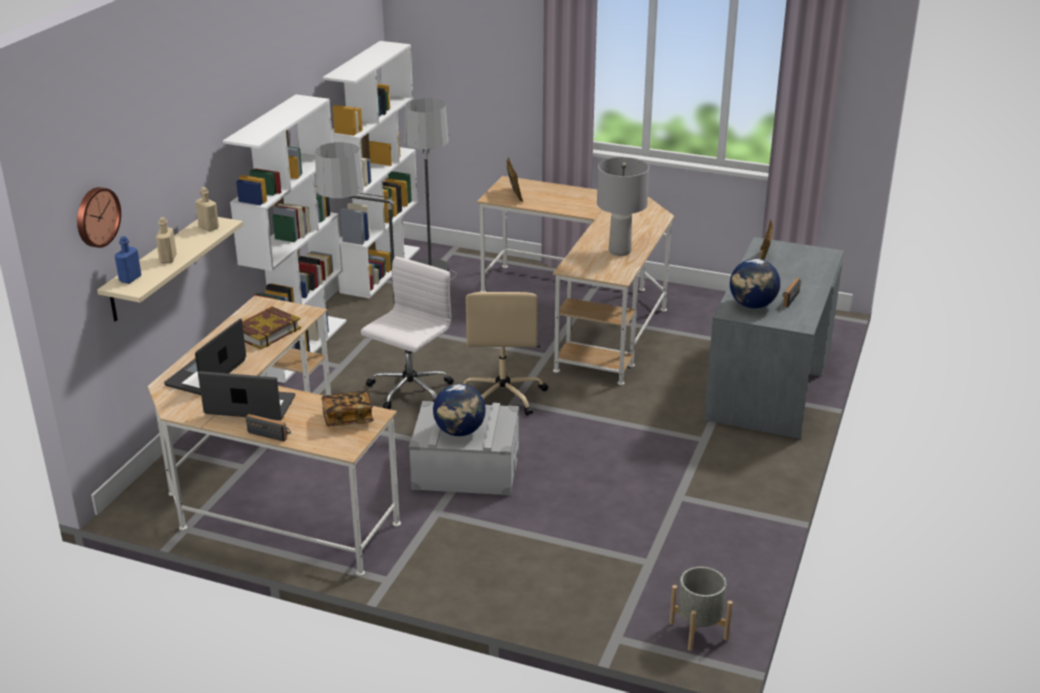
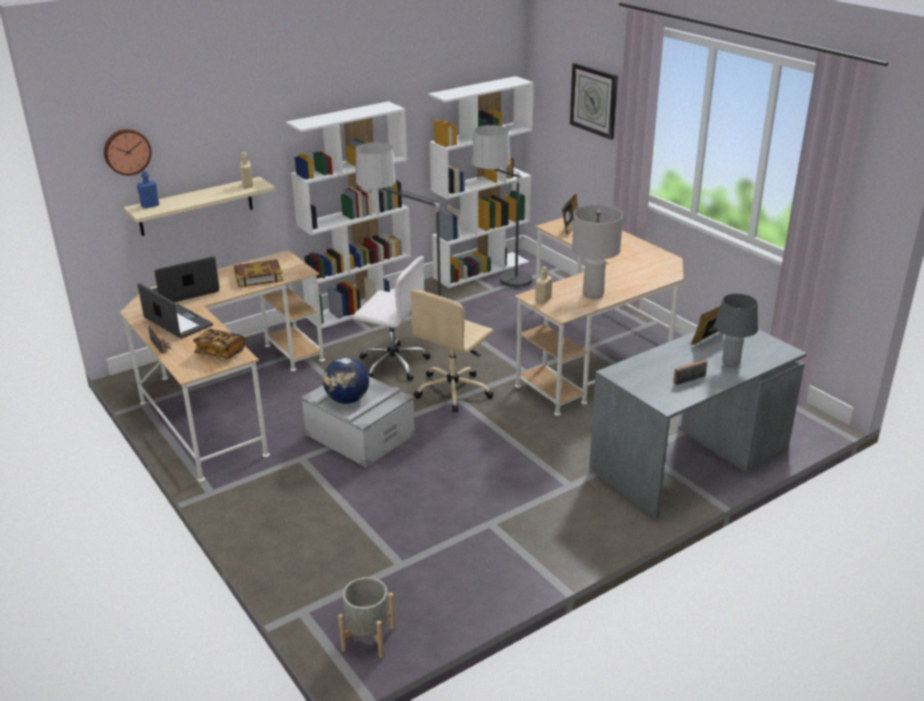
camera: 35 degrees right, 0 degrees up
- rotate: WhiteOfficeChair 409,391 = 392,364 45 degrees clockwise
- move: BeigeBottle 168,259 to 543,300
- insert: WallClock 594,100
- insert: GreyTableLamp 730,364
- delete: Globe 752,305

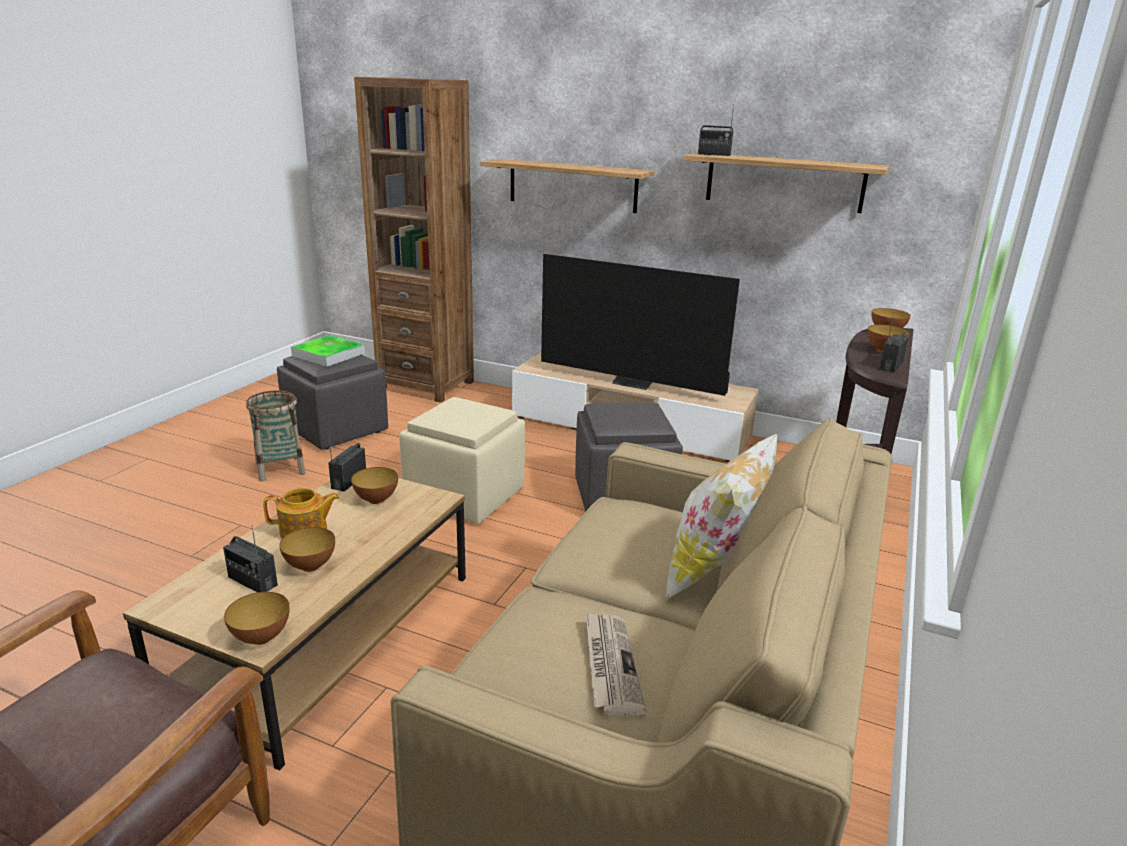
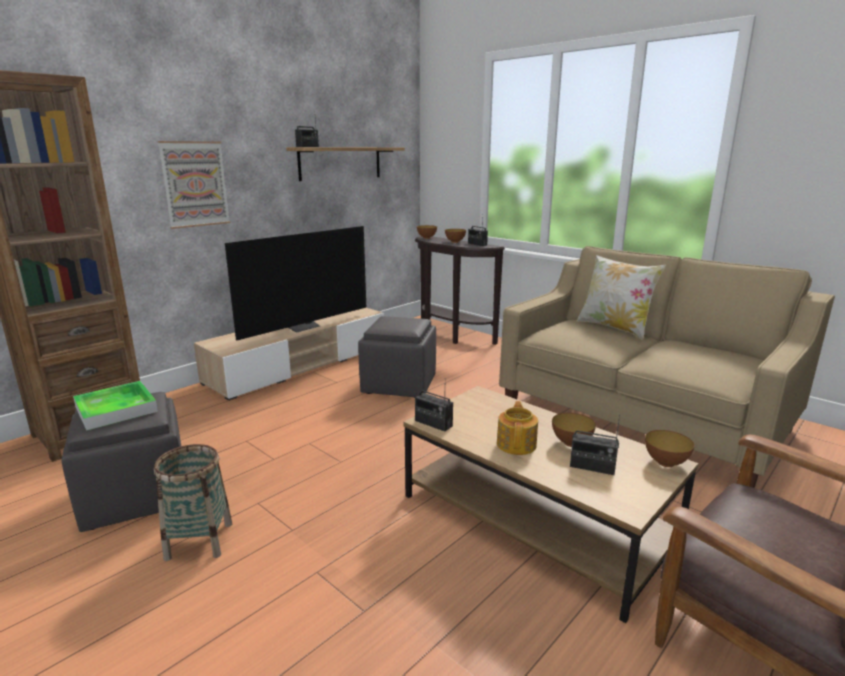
camera: 70 degrees left, 5 degrees down
- replace: Shelf 572,185 to Picture 195,184
- rotate: Radio 252,581 = 592,467 60 degrees clockwise
- delete: Bowl 376,500
- delete: BeigeOttoman 466,496
- delete: Newspaper 610,664

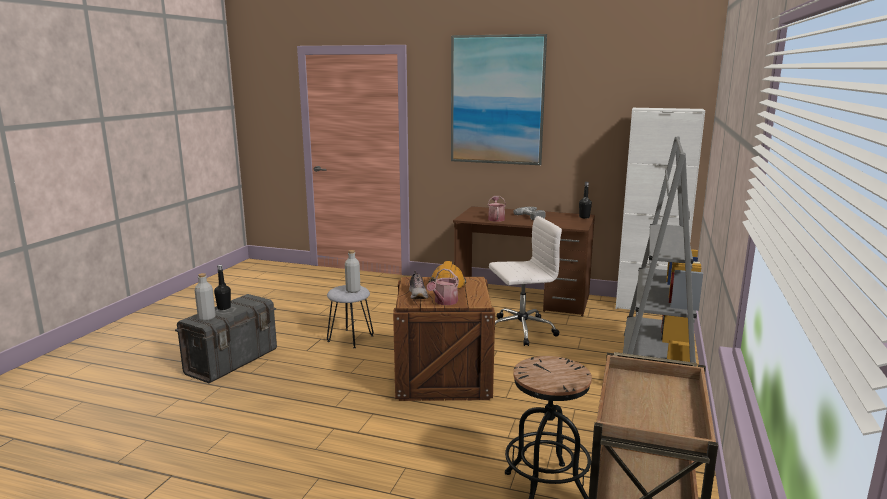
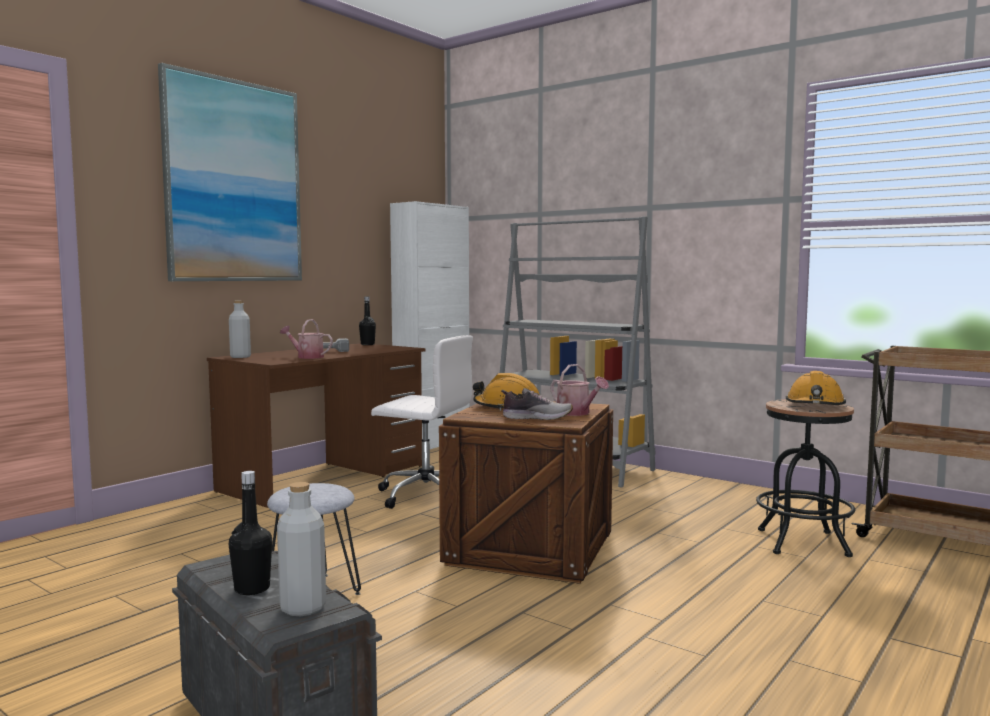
camera: 70 degrees left, 10 degrees down
- move: GreyBottle 353,290 to 240,357
- rotate: WhiteOfficeChair 520,330 = 424,494 105 degrees clockwise
- insert: OrangeHardHat 815,406

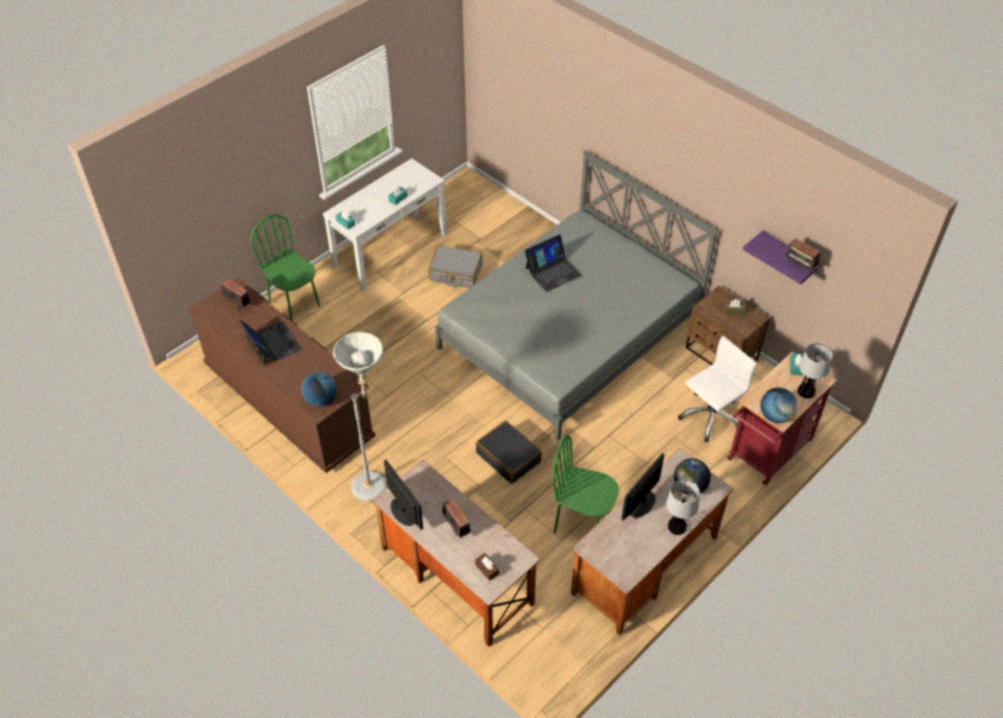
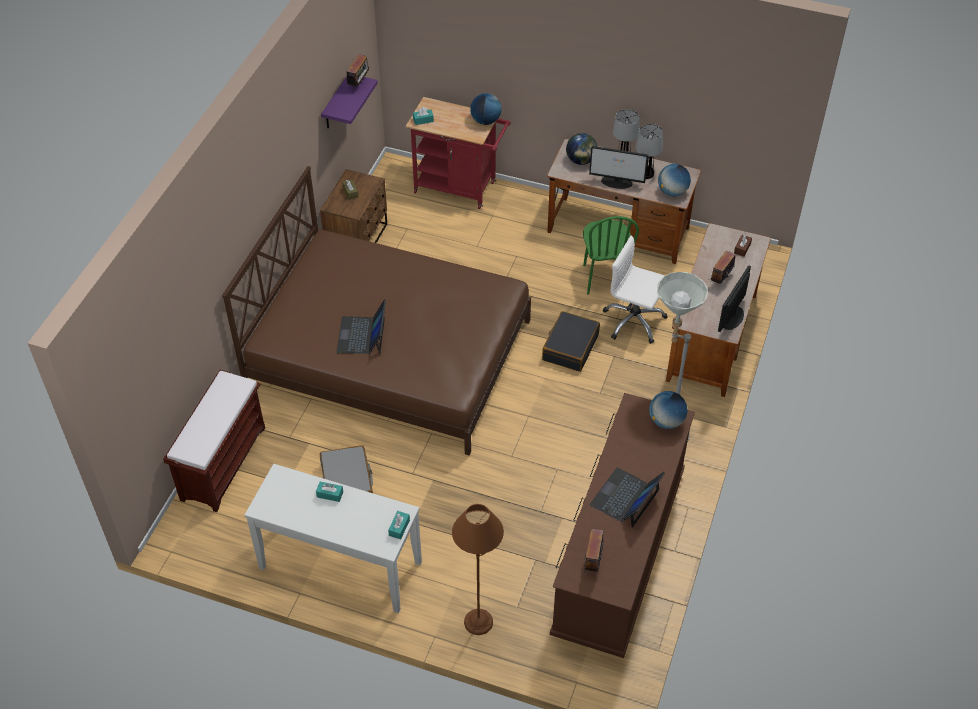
camera: 115 degrees left, 0 degrees up
- insert: BrownBench 223,462
- recolor: GreyBed 568,333 to BrownBed 390,355
- rotate: Laptop 552,271 = 362,335 120 degrees counterclockwise
- replace: GreenChair 295,304 to BrownFloorLamp 478,622
- move: WhiteOfficeChair 710,416 to 633,321
- move: TableLamp 806,391 to 645,173
- insert: Globe 672,192

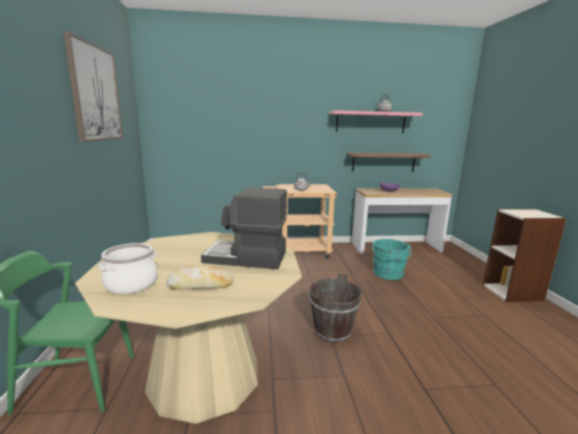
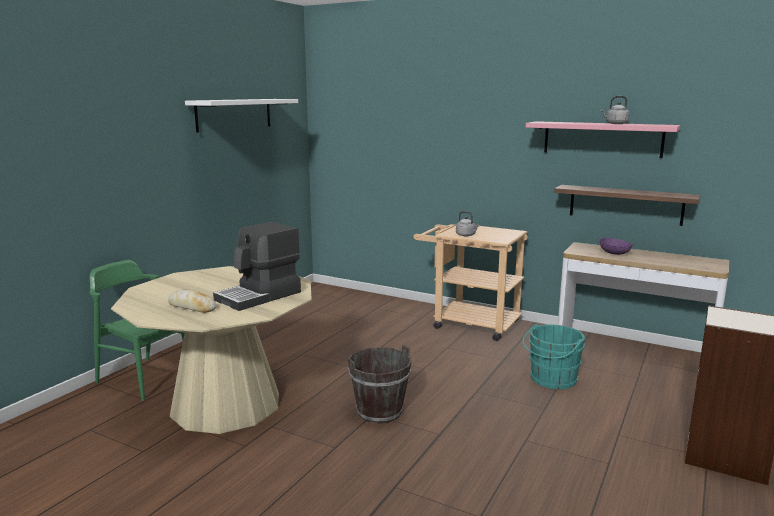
camera: 35 degrees right, 0 degrees up
- replace: Picture 95,93 to WhiteShelf 234,114
- rotate: CoffeeMachine 246,258 = 260,296 90 degrees counterclockwise
- delete: CookingPot 131,284

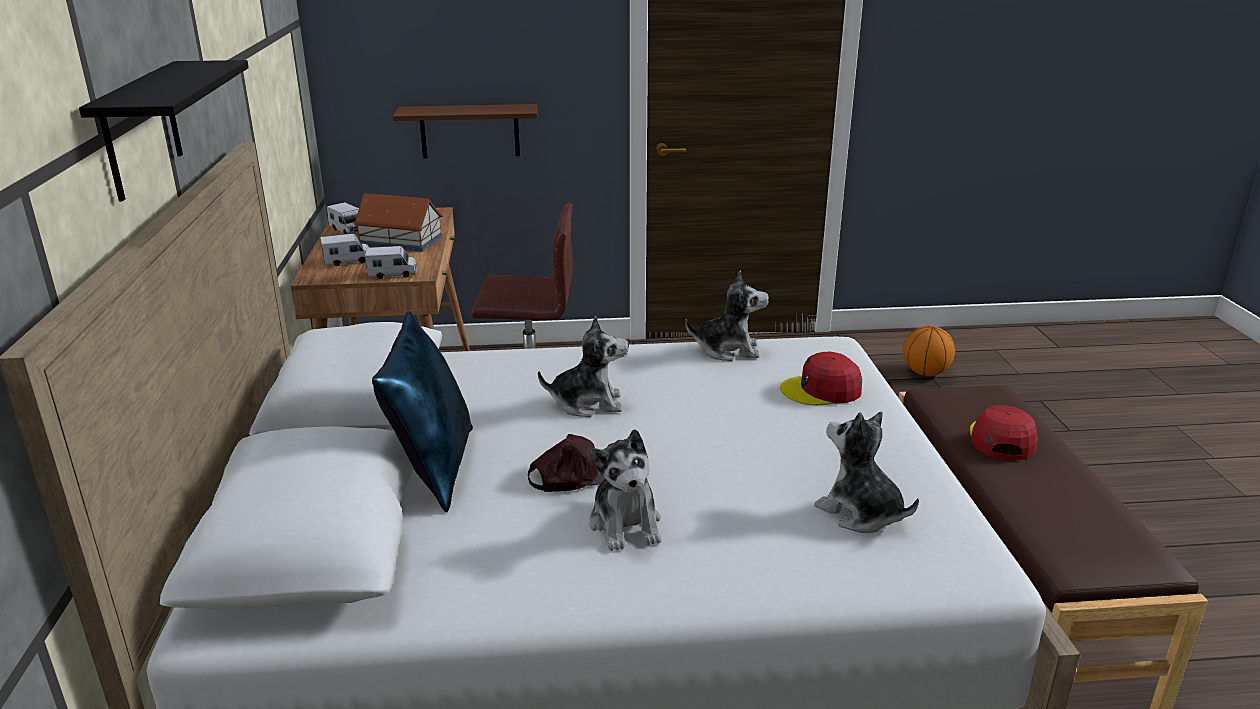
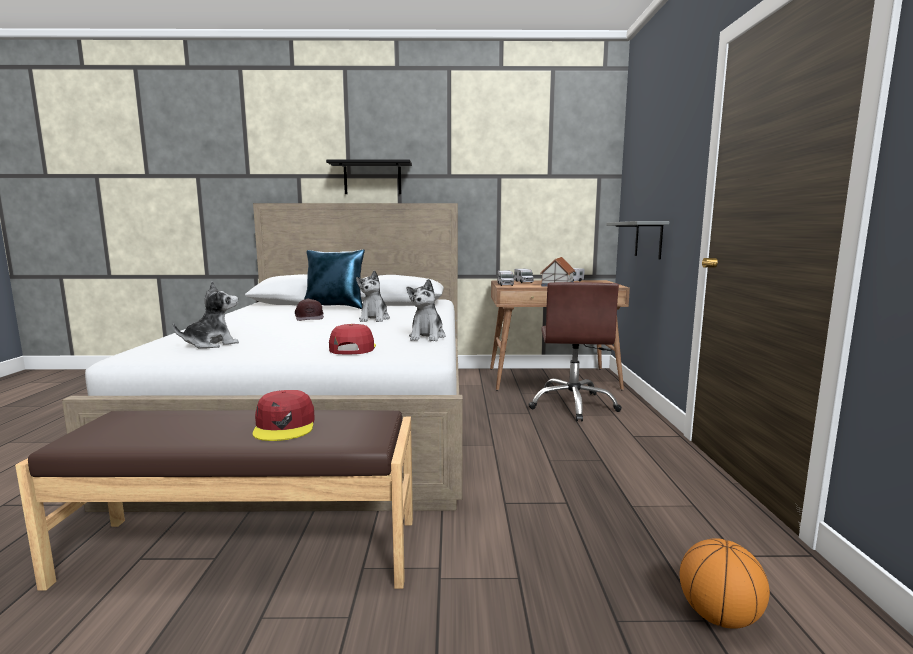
camera: 95 degrees right, 15 degrees down
- rotate: RedCap 1001,440 = 285,426 60 degrees clockwise
- recolor: BrownShelf 469,131 to GreyShelf 648,239
- delete: PlushToy 626,524

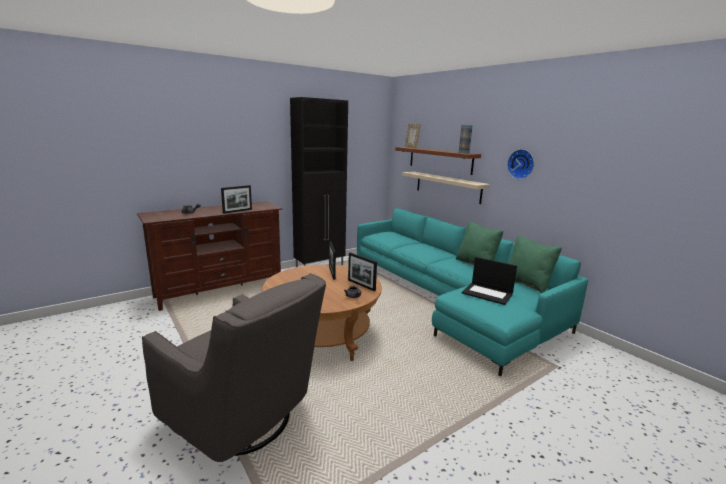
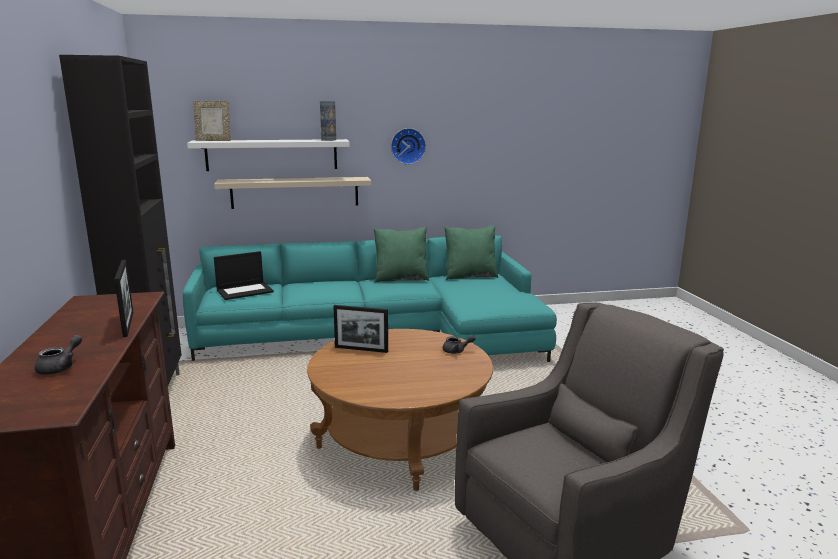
camera: 65 degrees left, 0 degrees up
- recolor: BrownShelf 439,160 to WhiteShelf 272,155
- move: Laptop 488,293 to 245,291
- delete: PictureFrame 361,285

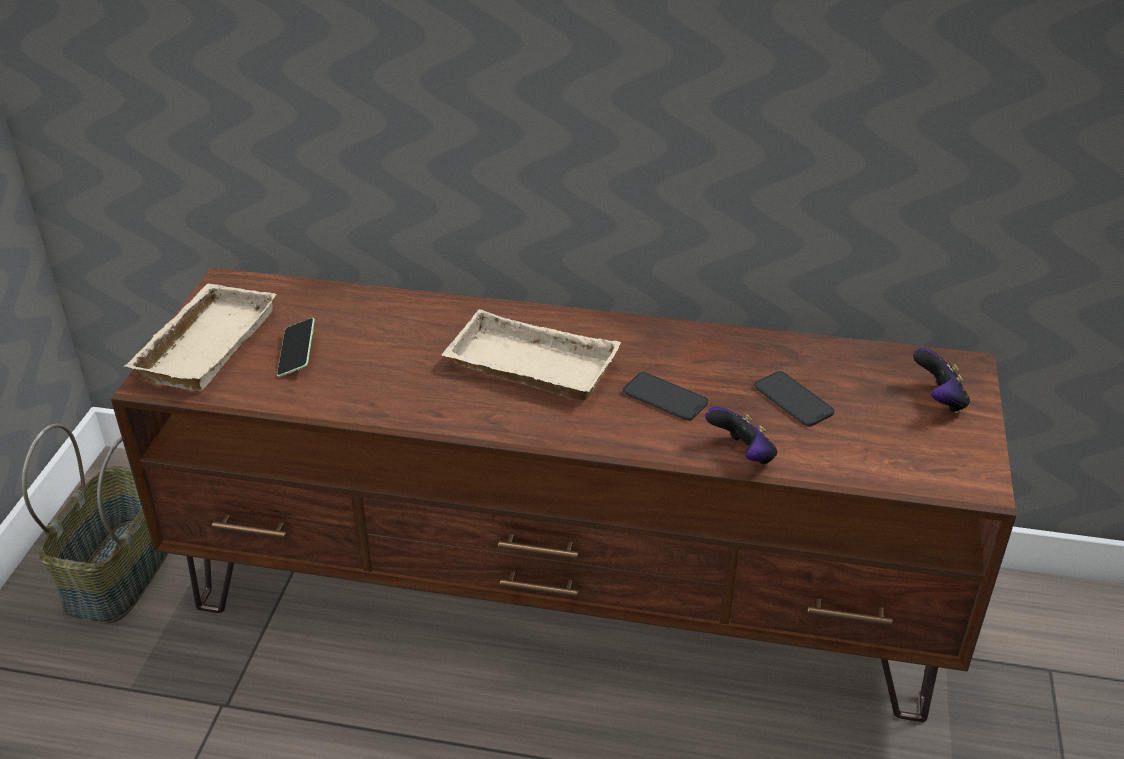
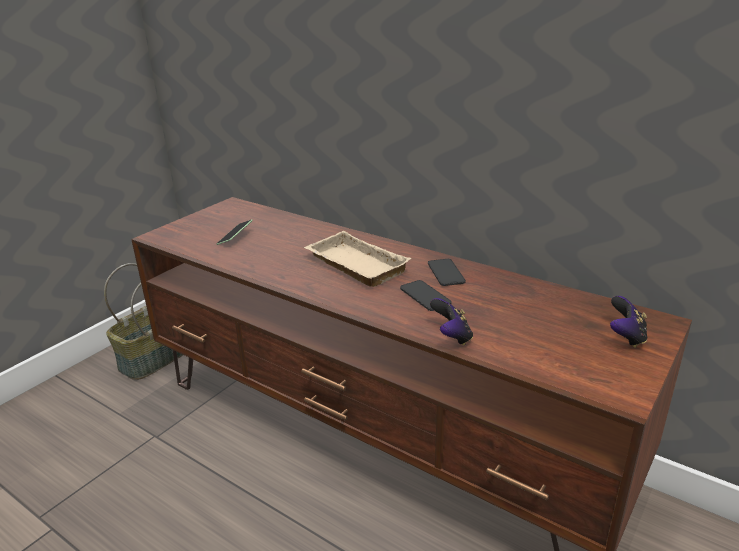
camera: 25 degrees right, 10 degrees down
- move: Phone 793,399 to 446,273
- delete: BeigeTray 204,344

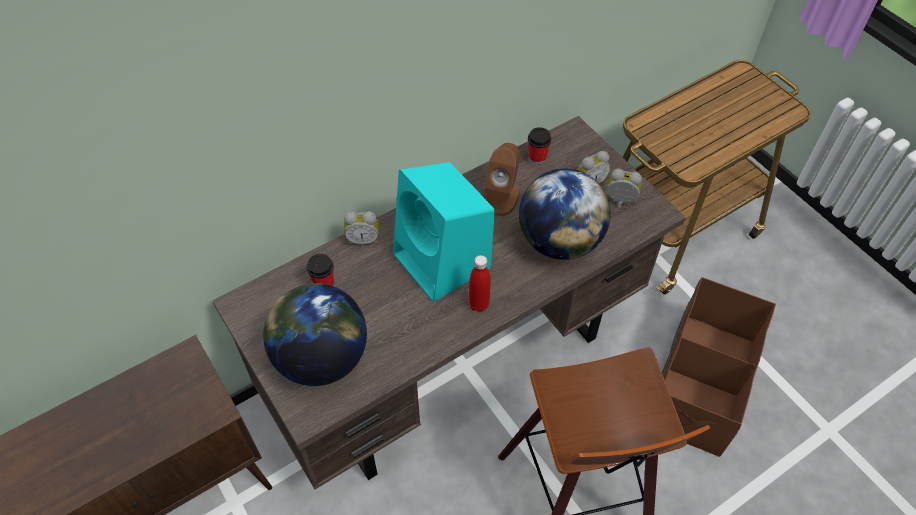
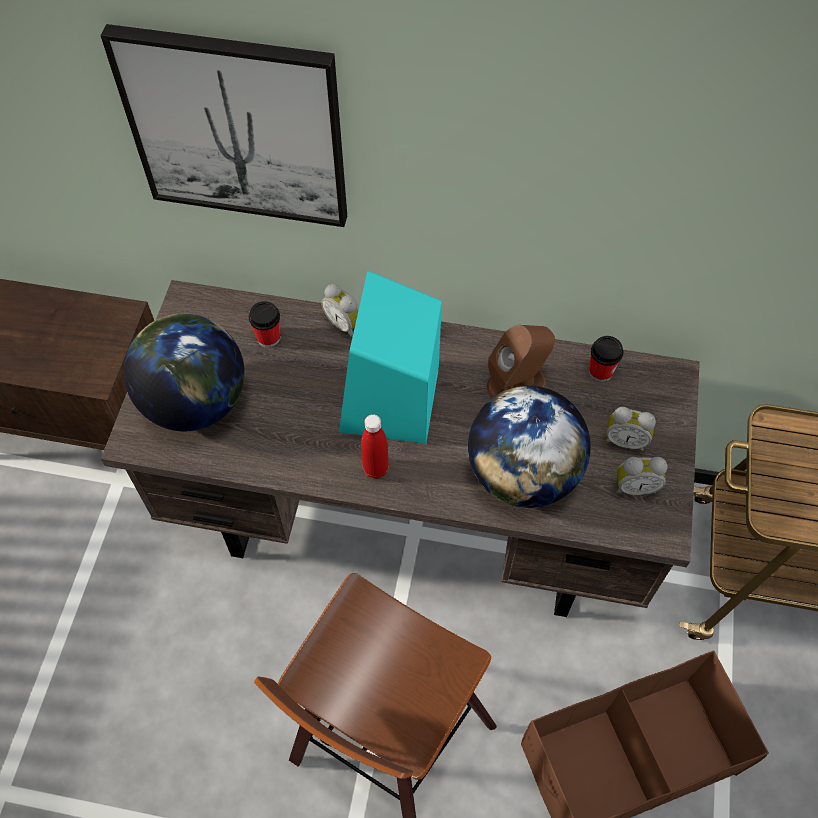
camera: 45 degrees right, 5 degrees up
- insert: Picture 237,128
- rotate: AlarmClock 620,202 = 634,486 120 degrees clockwise

